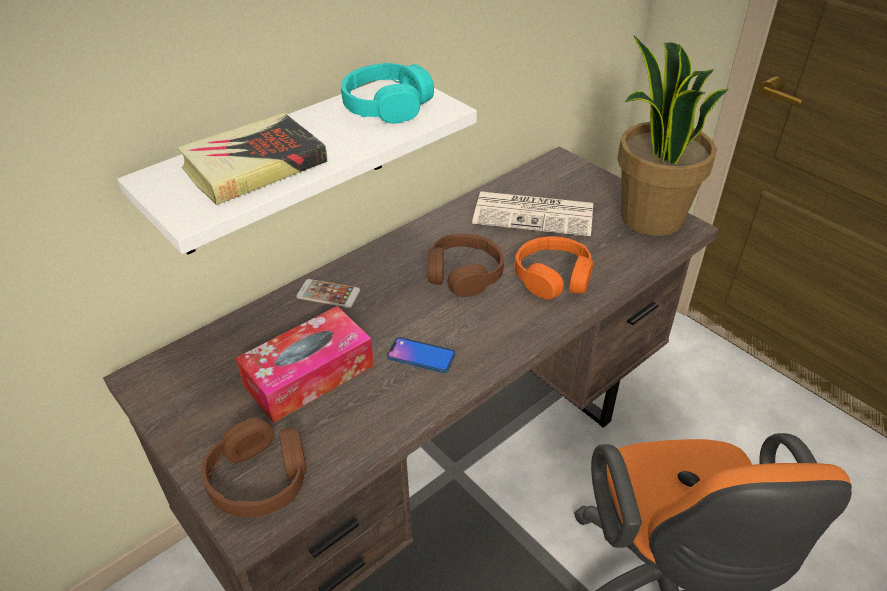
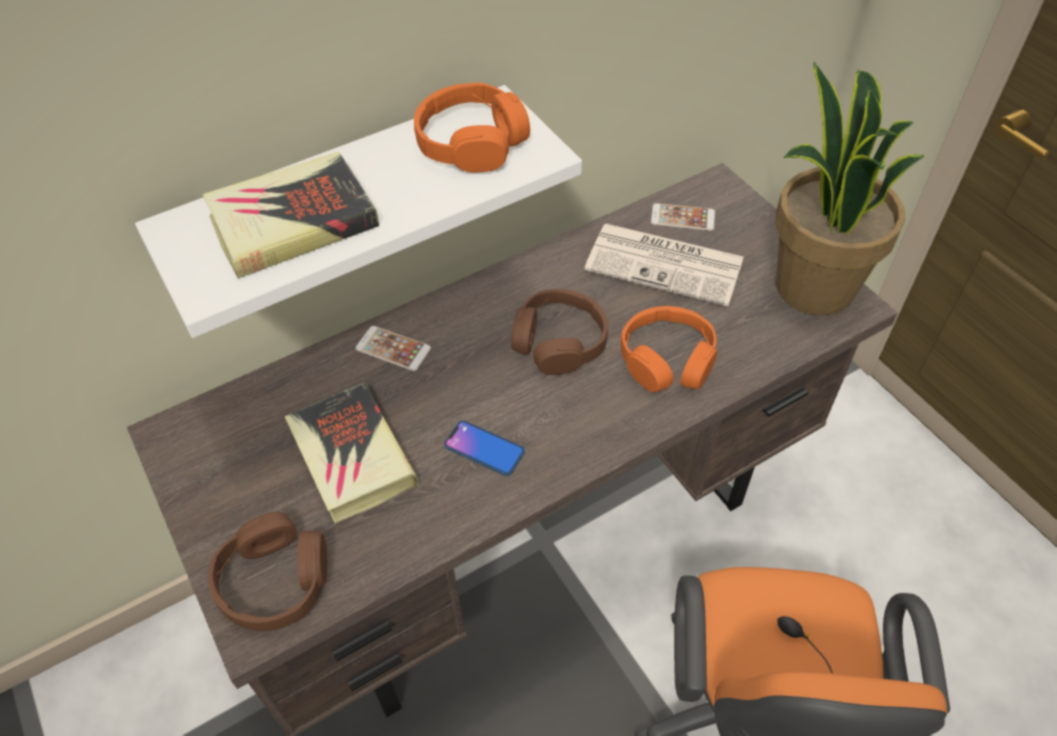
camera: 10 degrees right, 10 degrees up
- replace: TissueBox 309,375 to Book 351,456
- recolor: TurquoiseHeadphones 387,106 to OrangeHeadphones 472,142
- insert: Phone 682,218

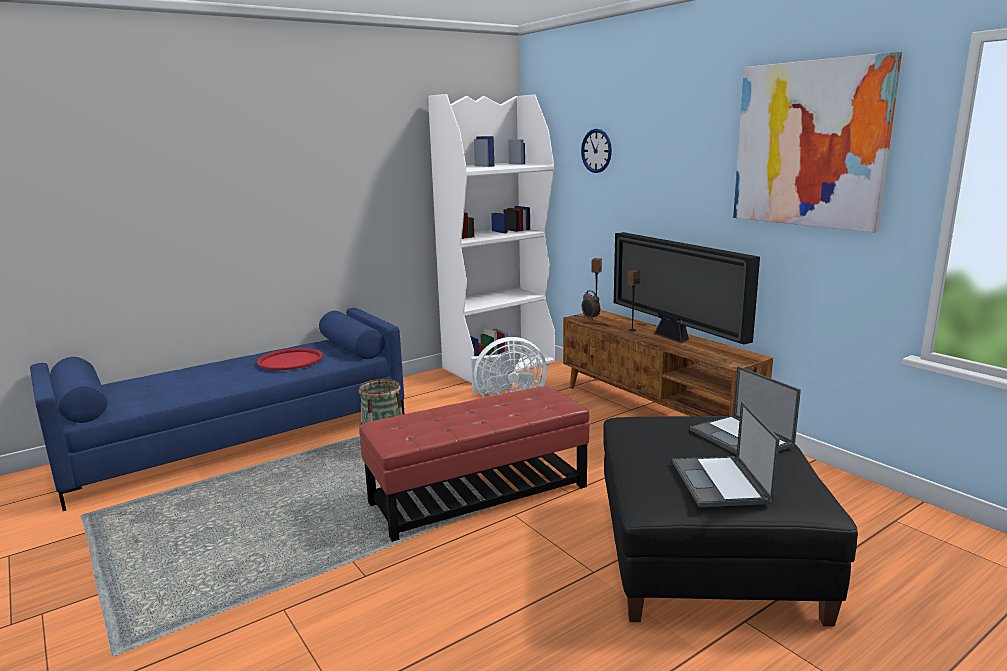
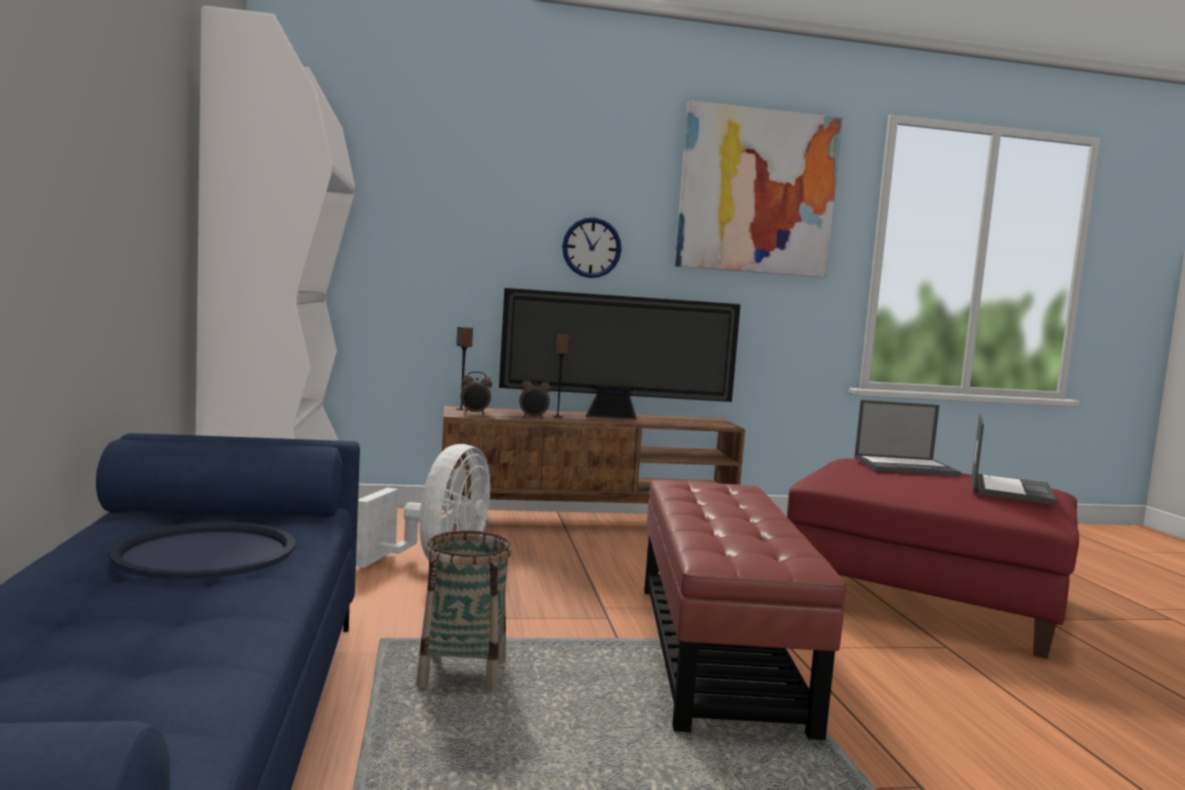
camera: 65 degrees left, 10 degrees down
- recolor: RedTray 290,360 to BlueTray 206,553
- insert: AlarmClock 533,418
- move: WallClock 596,151 to 591,248
- recolor: BlackOttoman 706,555 to RedOttoman 926,597
- rotate: Laptop 721,482 = 1010,489 90 degrees counterclockwise

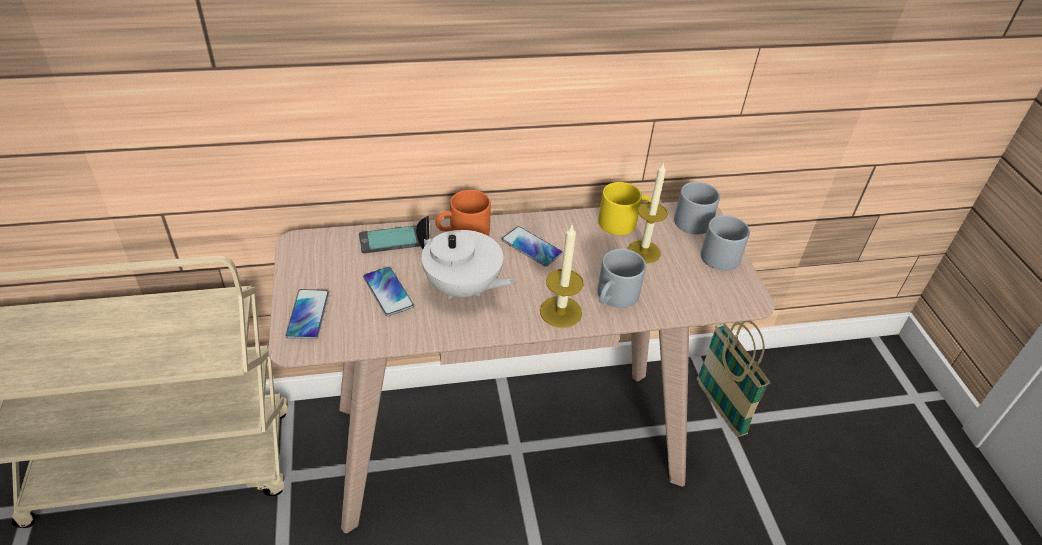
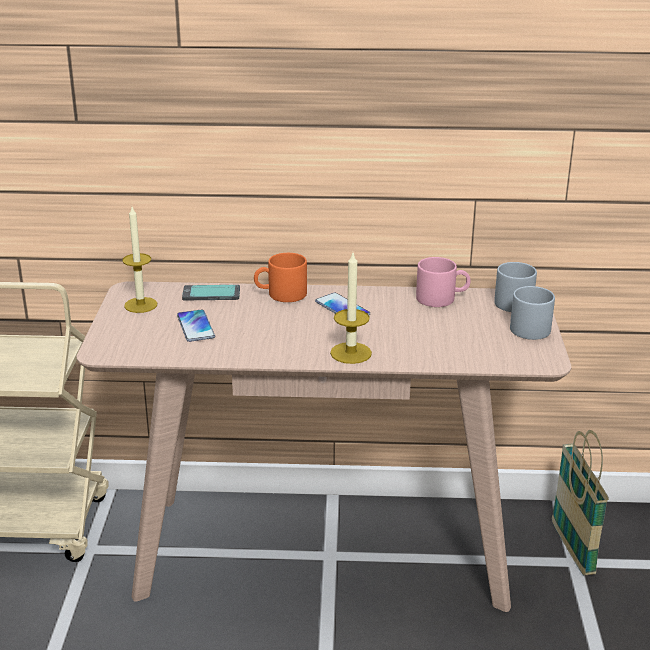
camera: 15 degrees right, 15 degrees down
- move: Candle 643,252 to 140,305
- recolor: YellowMug 623,221 to PinkMug 442,298
- delete: Phone 308,315
- delete: WhiteTeapot 463,288
- delete: GreyMug 615,297

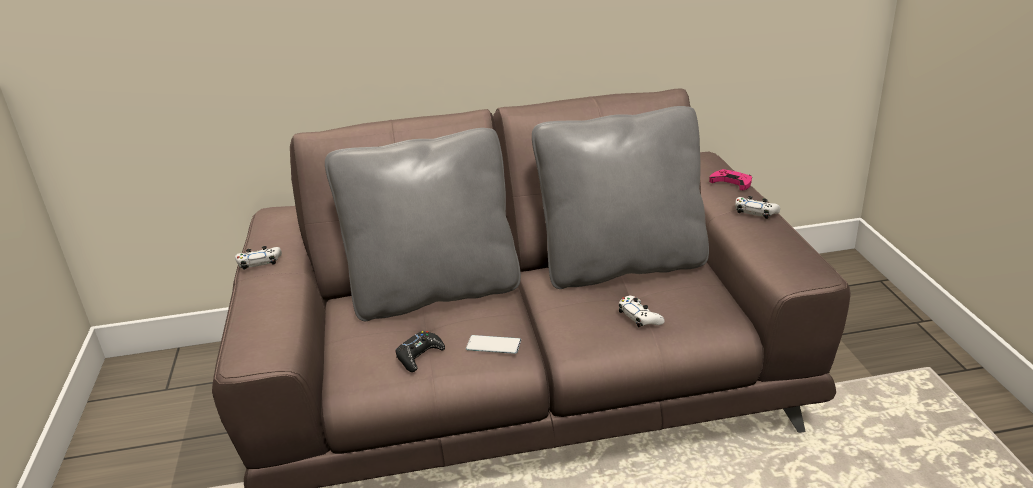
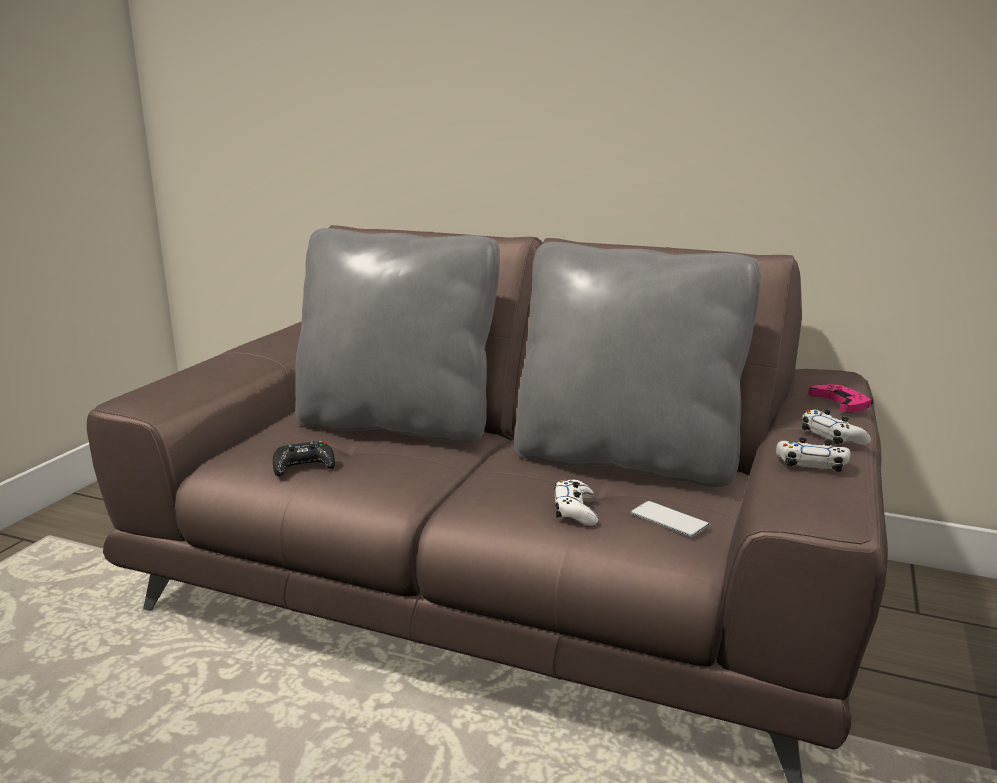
camera: 30 degrees right, 10 degrees down
- move: Phone 493,345 to 669,519
- move: WhiteGameController 259,262 to 811,464

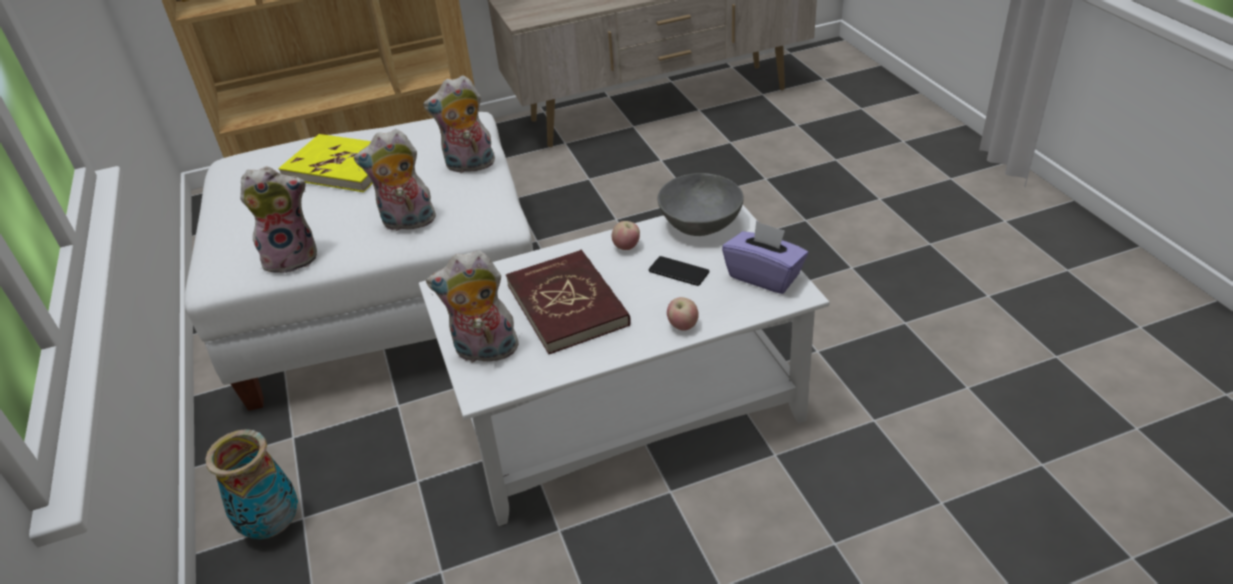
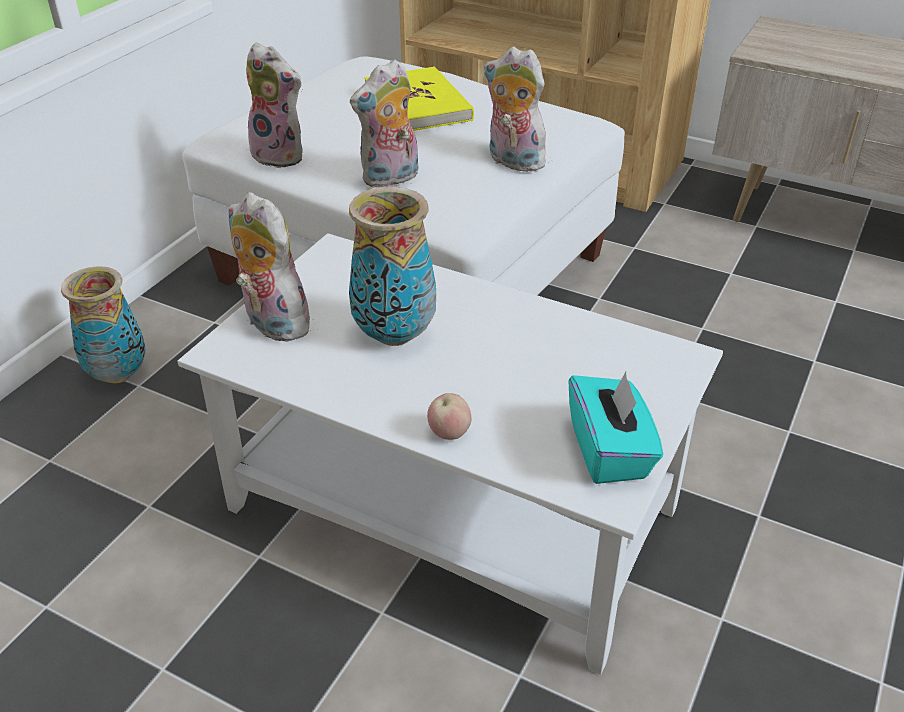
camera: 45 degrees right, 0 degrees up
- replace: RedBook 568,305 to Vase 393,335
- rotate: PlushToy 407,223 = 390,179 75 degrees counterclockwise
- recolor: PurpleTissueBox 764,276 to TurquoiseTissueBox 609,451
- delete: Apple 626,247
- delete: Phone 678,272
- delete: GreyBowl 700,225

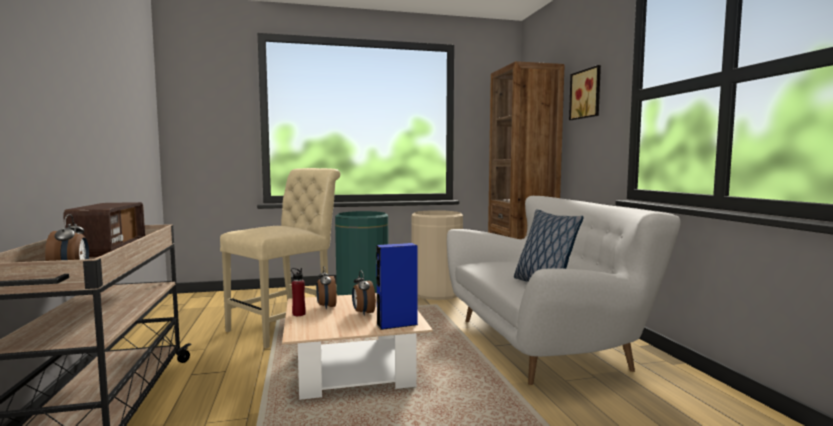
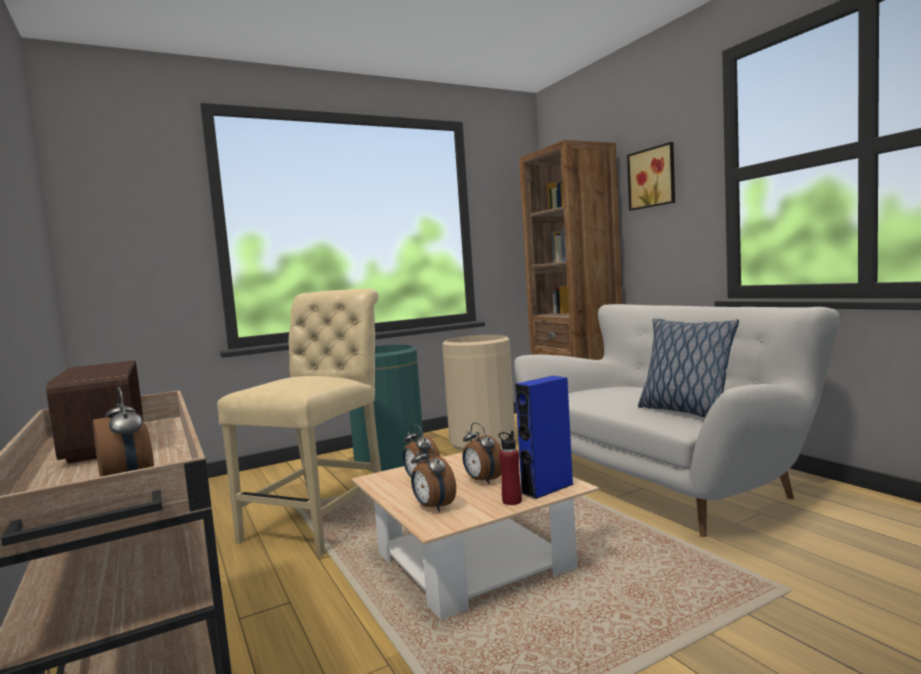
camera: 15 degrees left, 0 degrees up
- insert: AlarmClock 433,507
- move: RedBottle 298,314 to 511,501

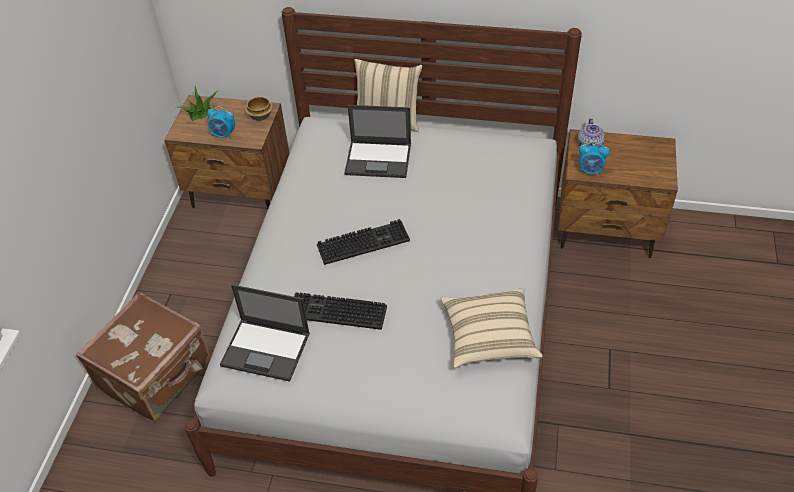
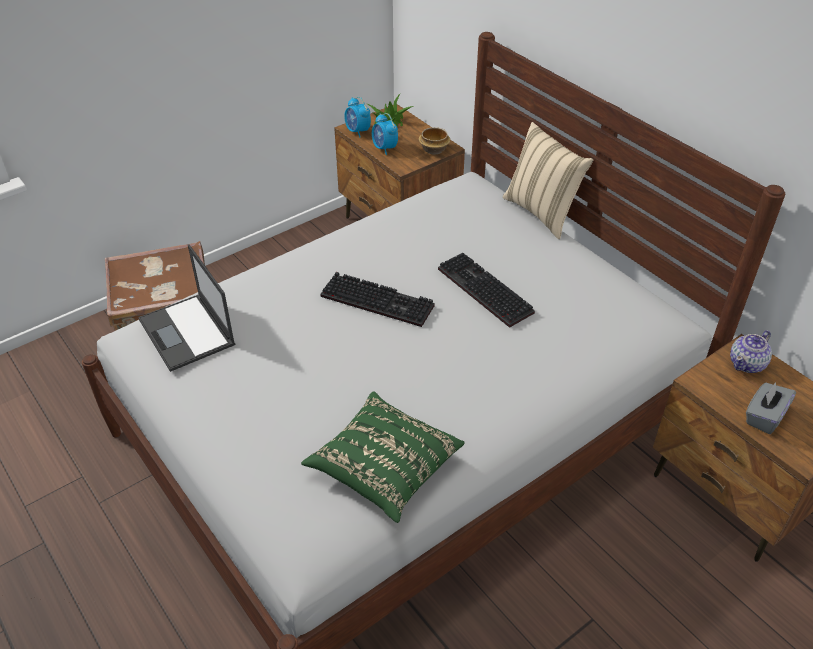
camera: 40 degrees right, 5 degrees down
- recolor: BeigePillow 489,337 to GreenPillow 384,468
- move: AlarmClock 590,171 to 357,131
- move: Keyboard 335,313 to 481,291
- insert: GreyTissueBox 764,417
- delete: Laptop 379,159

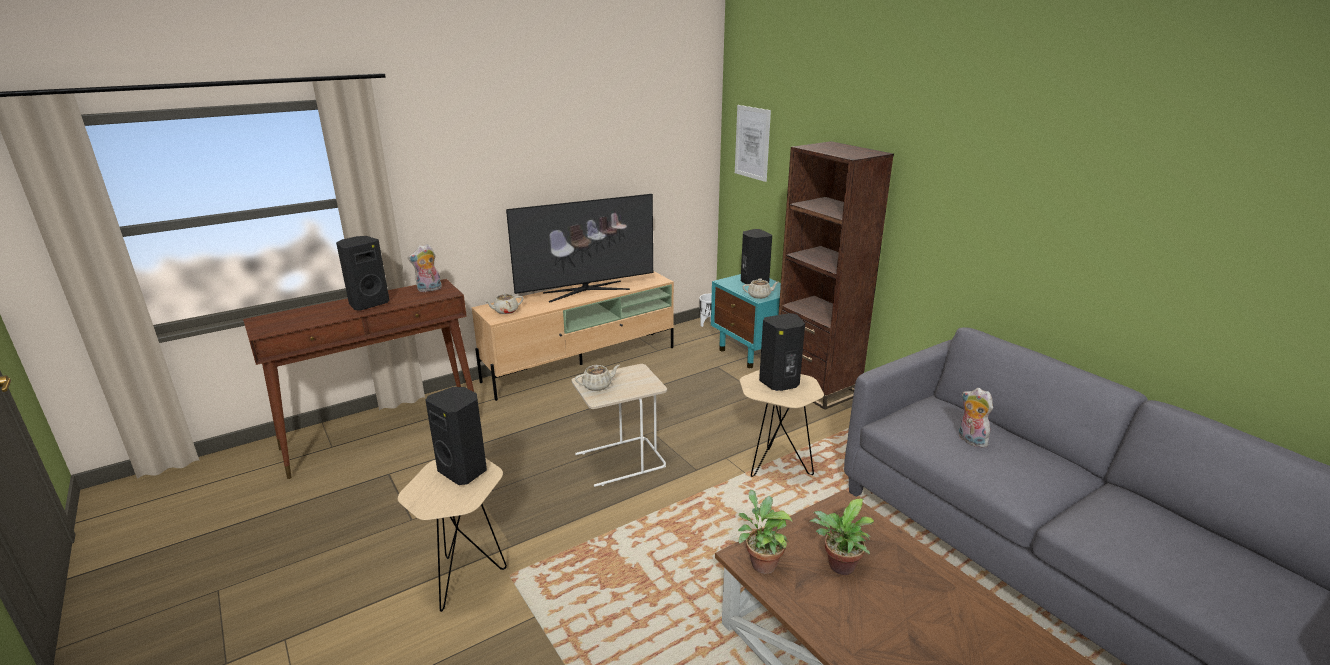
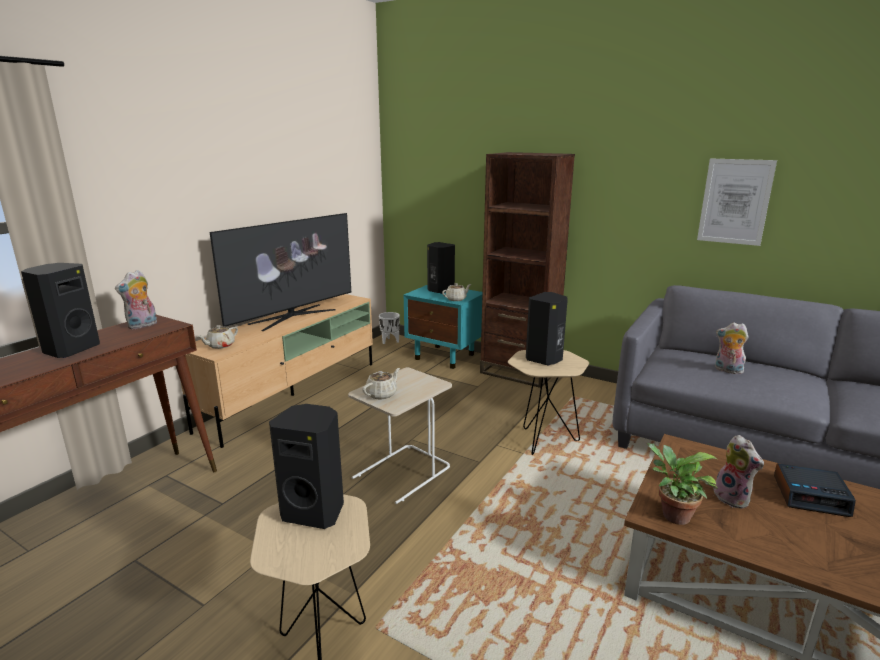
camera: 25 degrees left, 5 degrees down
- move: Picture 752,143 to 735,202
- replace: PottedPlant 839,568 to PlushToy 733,498
- insert: AlarmClock 811,496

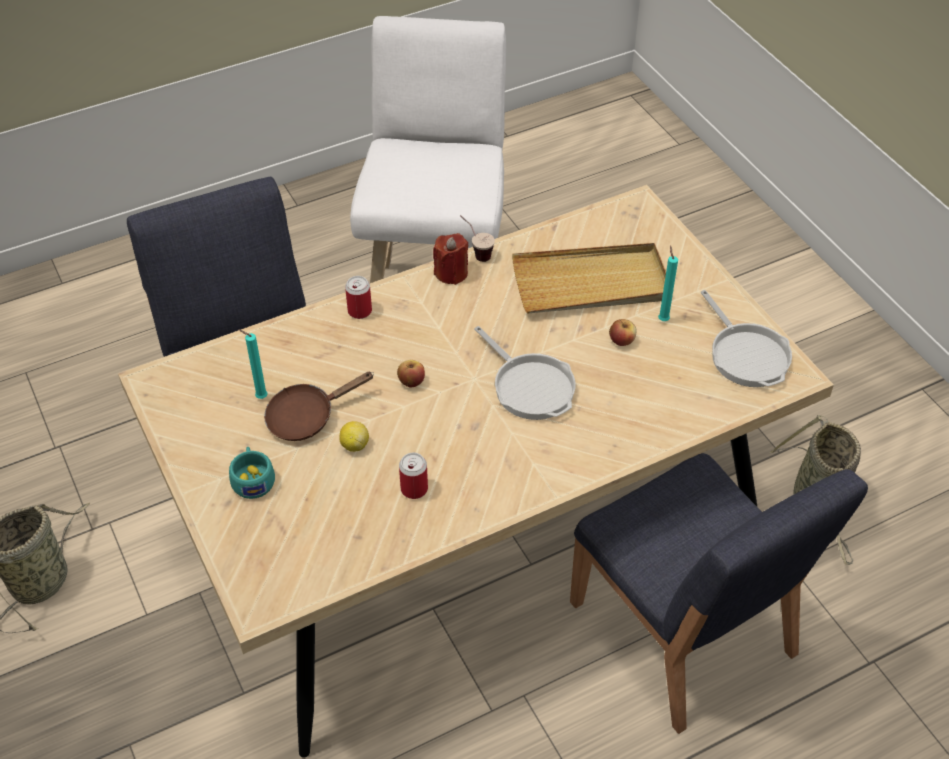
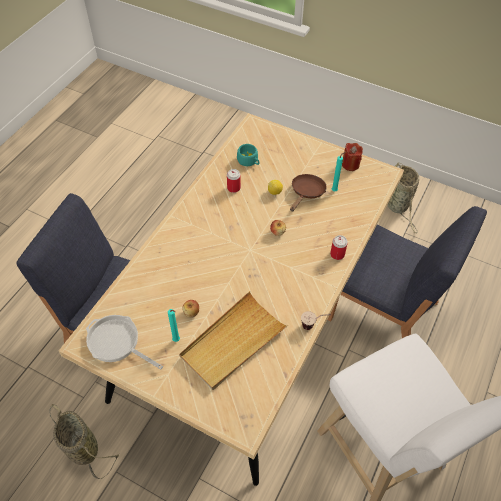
camera: 145 degrees right, 5 degrees up
- move: TurquoiseCup 253,479 to 249,161
- move: RedCandle 451,273 to 350,164
- delete: FryingPan 530,386

